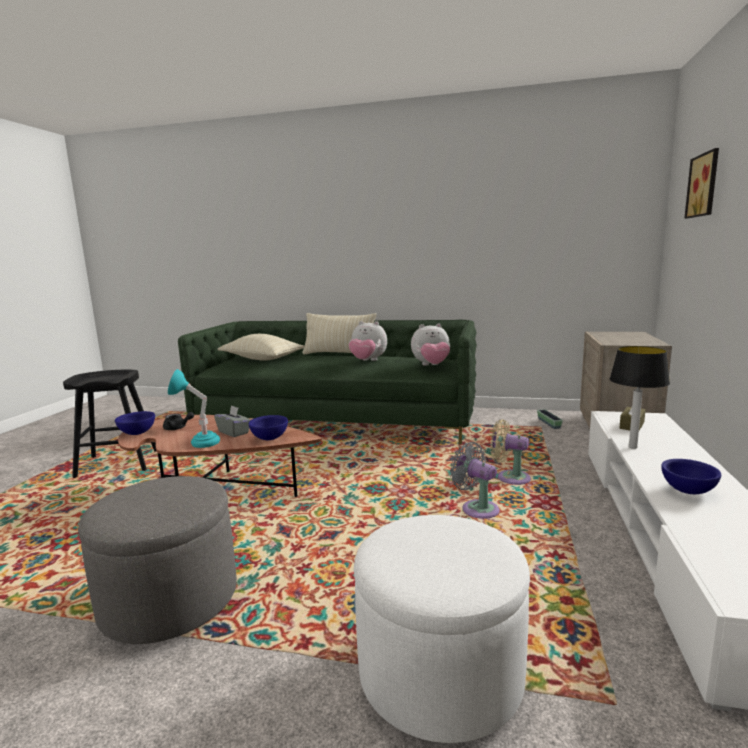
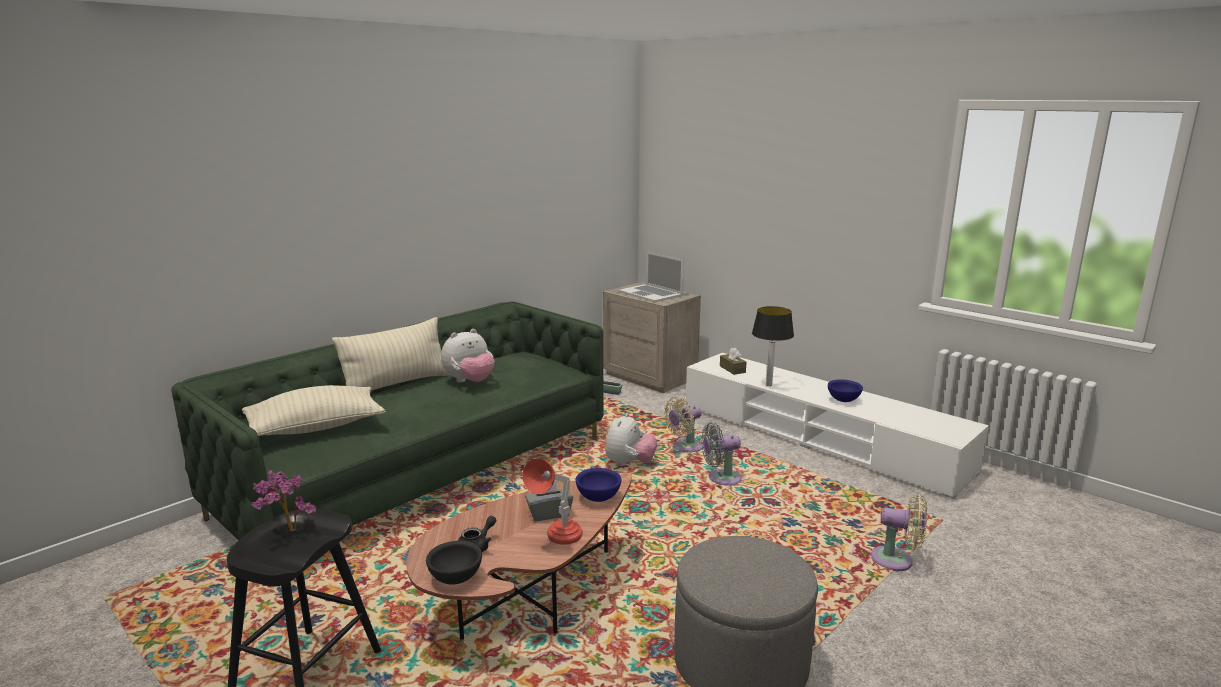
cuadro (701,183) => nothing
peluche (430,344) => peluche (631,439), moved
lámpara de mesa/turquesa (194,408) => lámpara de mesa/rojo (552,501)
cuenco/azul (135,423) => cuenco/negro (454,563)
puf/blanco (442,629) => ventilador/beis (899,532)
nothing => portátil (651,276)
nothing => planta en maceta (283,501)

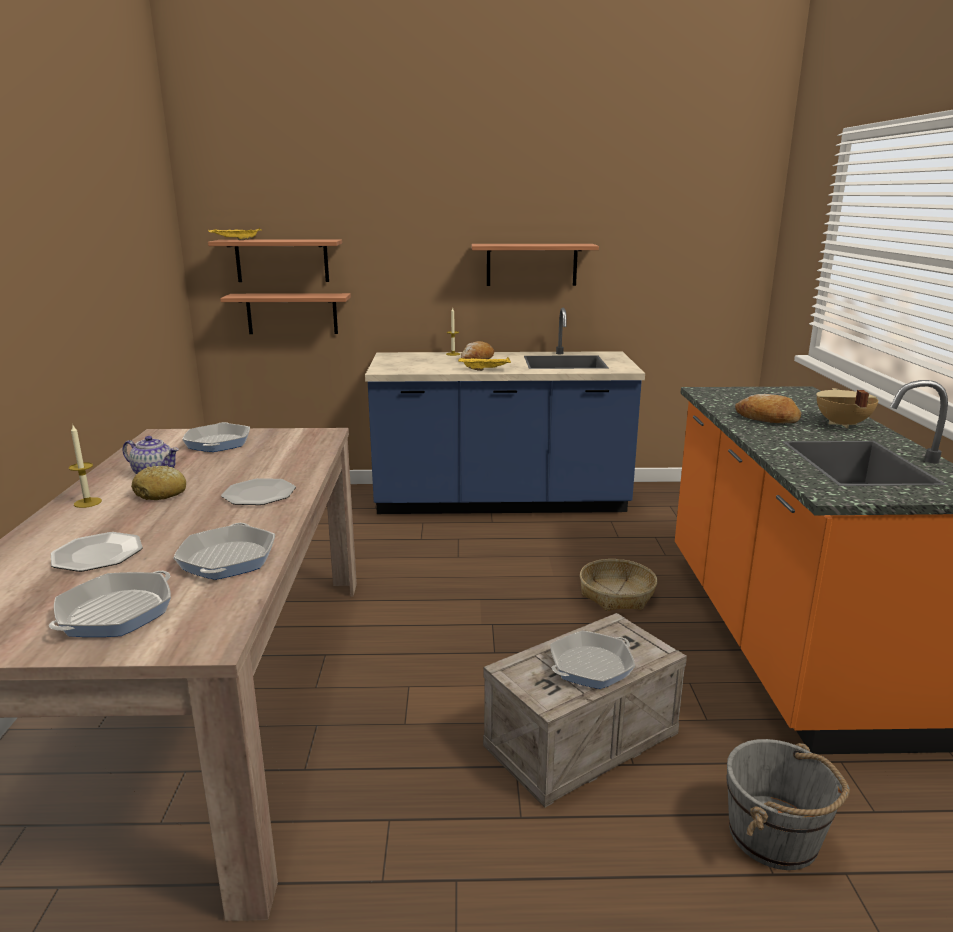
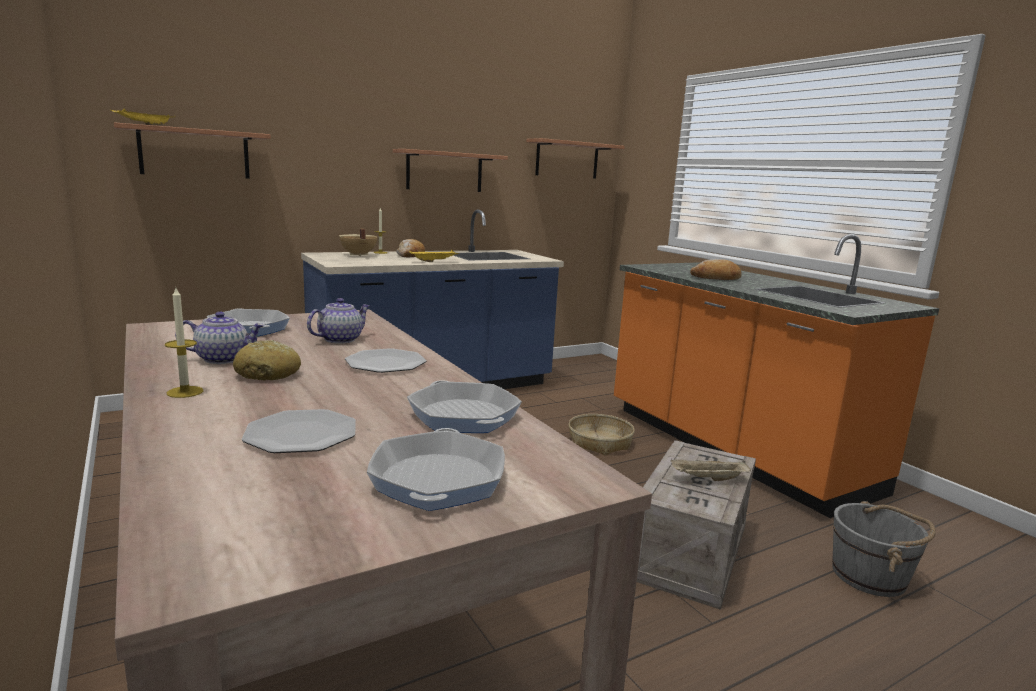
estante (285,313) => estante (575,158), moved
olla/beis (847,408) => olla/beis (358,242), moved
sartén (592,659) => bandeja/beis (711,470)
nothing => tetera (338,321)

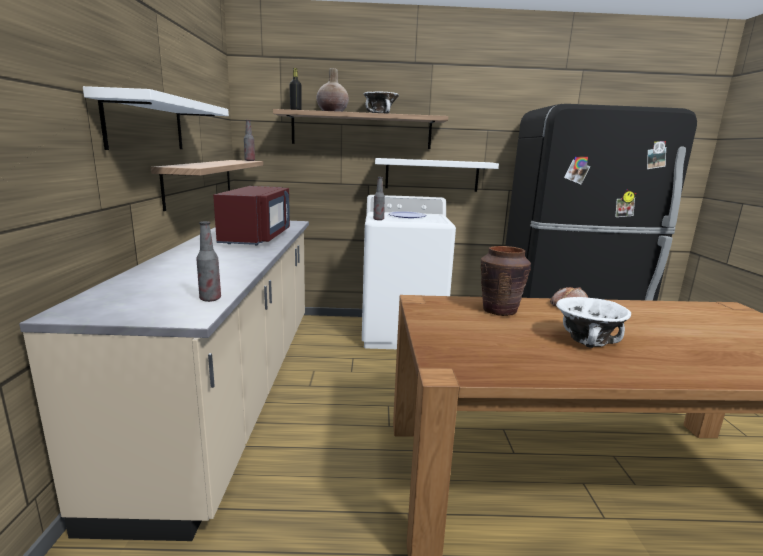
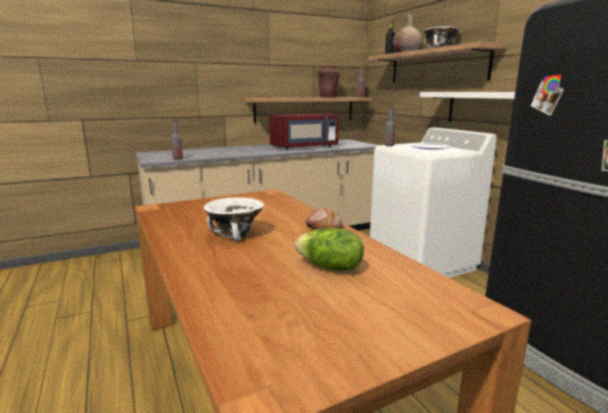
estante/blanco (156,118) => nothing
florero/marrón (506,281) => florero/marrón (329,82), moved
nothing => lechuga (329,249)

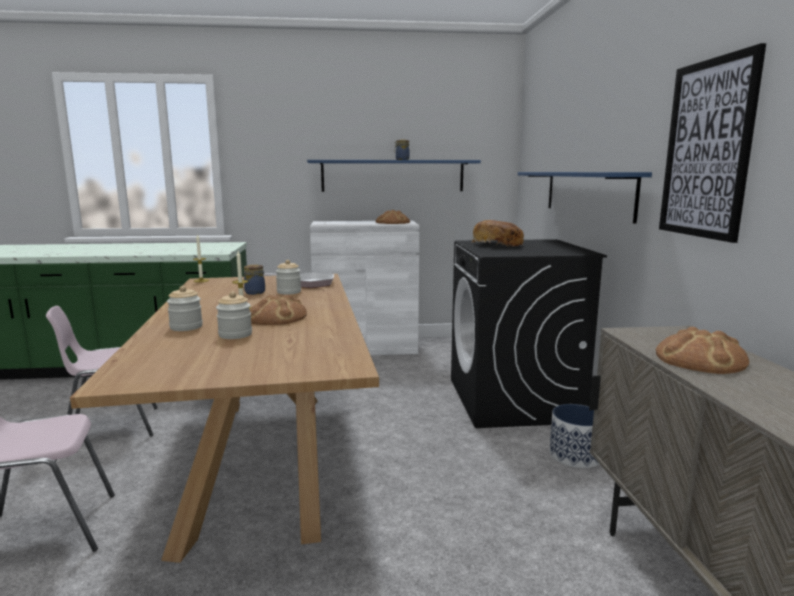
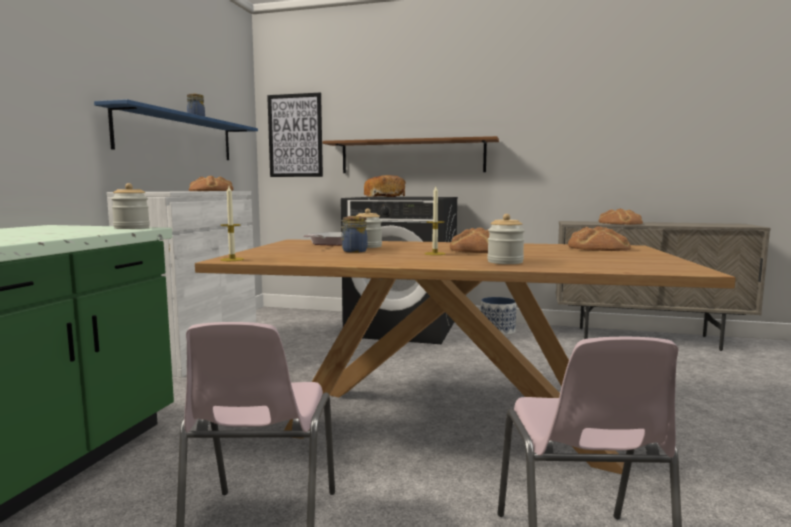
cuadro (712,143) => cuadro (295,135), moved
estante/azul (585,198) => estante/marrón (411,154)
tarro (234,315) => tarro (130,206), moved
nothing => pan (599,238)

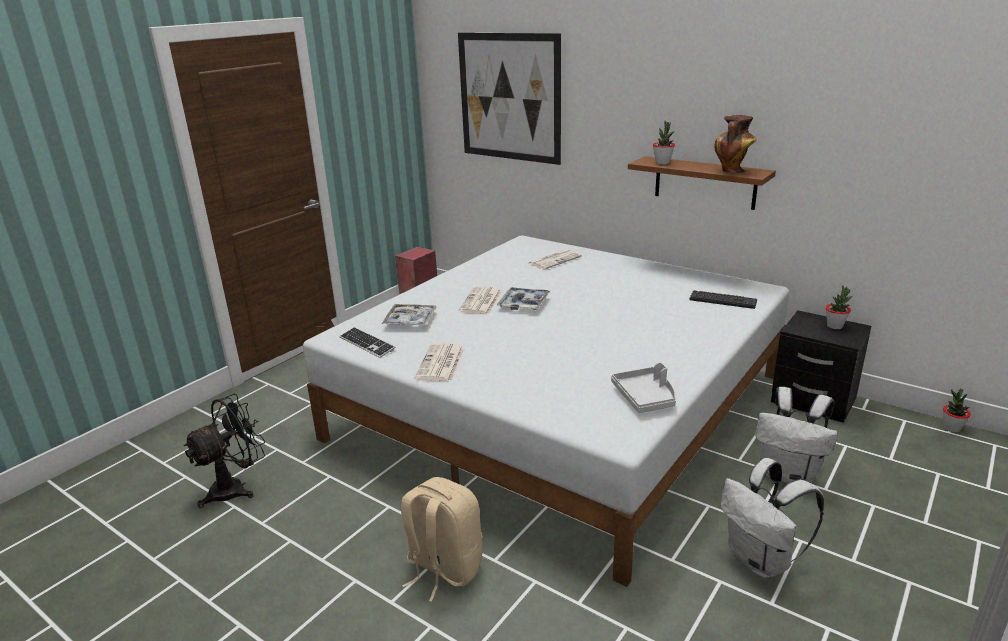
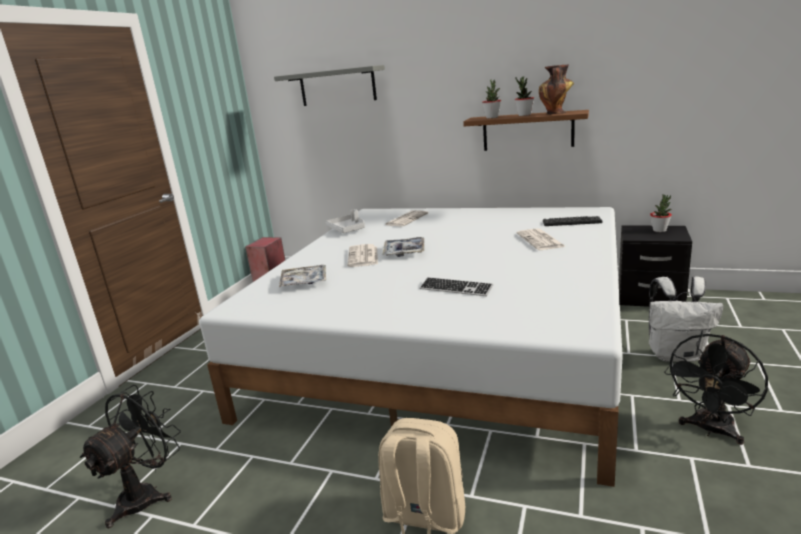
cuadro (509,99) => estante/gris (329,85)
teclado (367,342) => teclado (456,287), moved
periódico (440,362) => periódico (541,239), moved
bandeja/gris (643,387) => bandeja/gris (345,221), moved
planta en maceta (957,410) => planta en maceta (524,96), moved
mochila/blanco (772,518) => ventilador/negro (716,389)

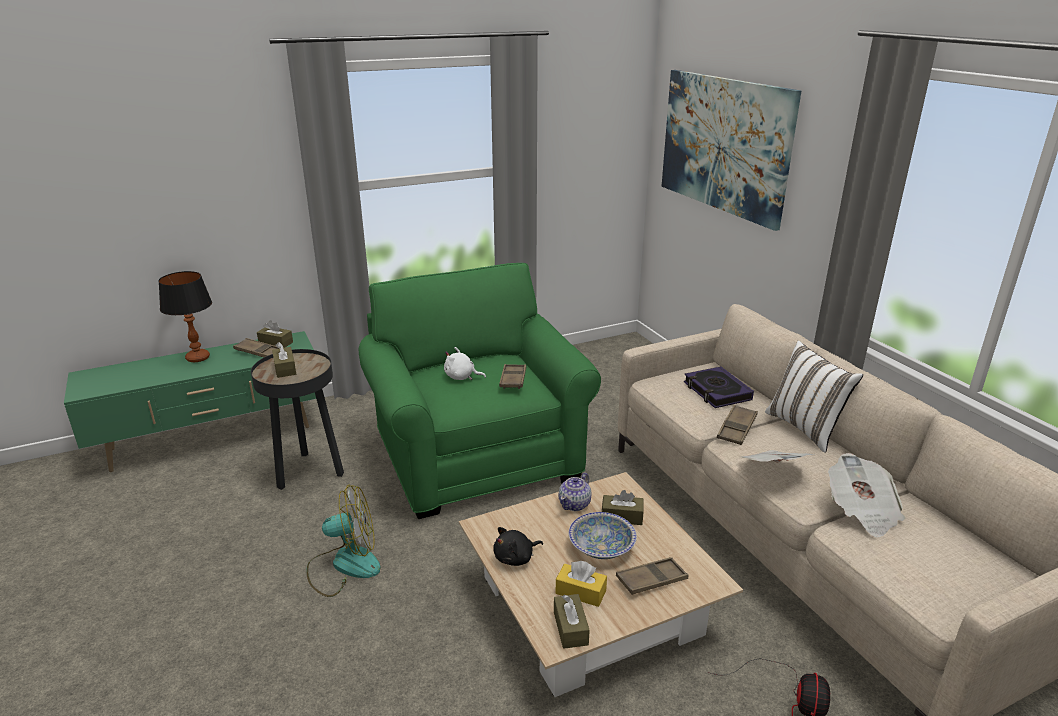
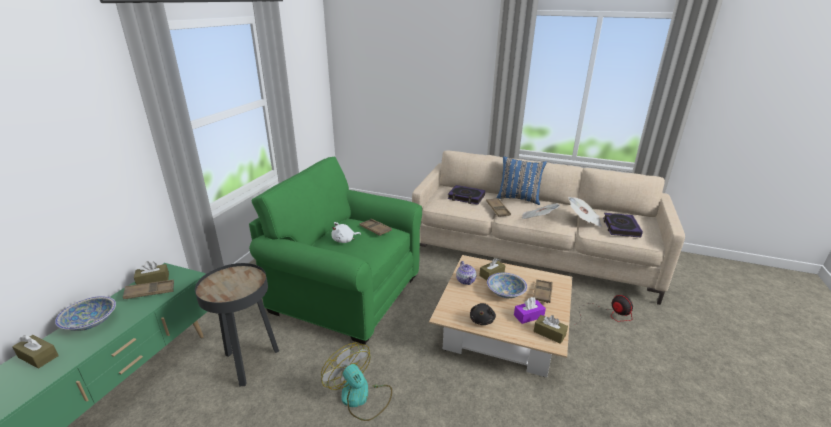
cuadro (731,150) => nothing
lámpara de mesa (185,316) => cuenco (85,313)
cojín/blanco (814,397) => cojín/azul (521,180)
caja de pañuelos/marrón (284,360) => caja de pañuelos/marrón (35,351), moved
ventilador (343,541) => ventilador (356,381), 75 degrees counterclockwise
caja de pañuelos/amarillo (581,584) => caja de pañuelos/morado (530,310)
nothing => libro (623,225)

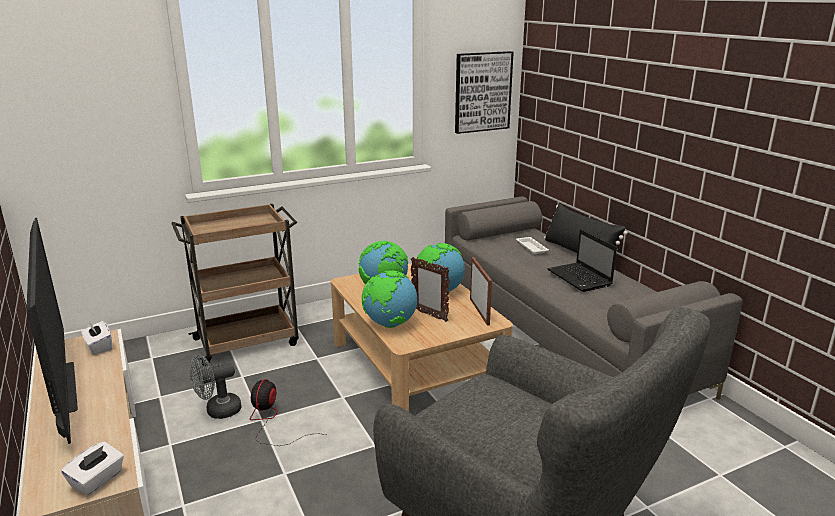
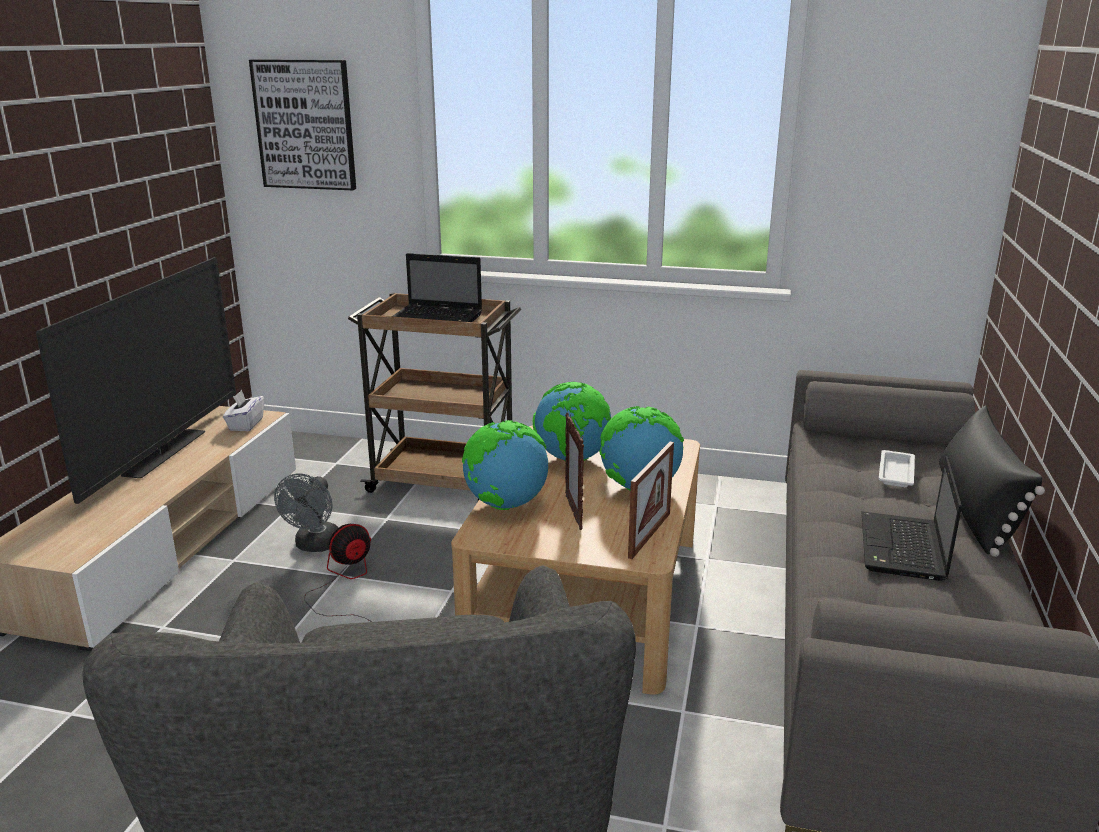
cuadro (484,92) => cuadro (302,124), moved
ventilador/gris (215,387) => ventilador/gris (306,513), 90 degrees counterclockwise
caja de pañuelos/blanco (92,468) => nothing
nothing => portátil (437,287)

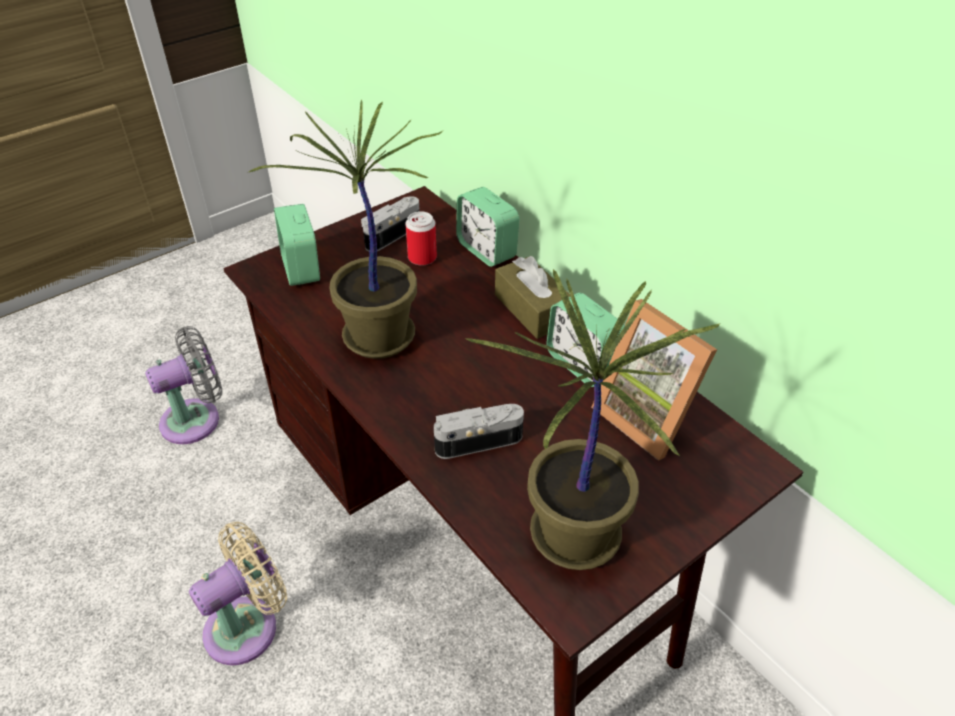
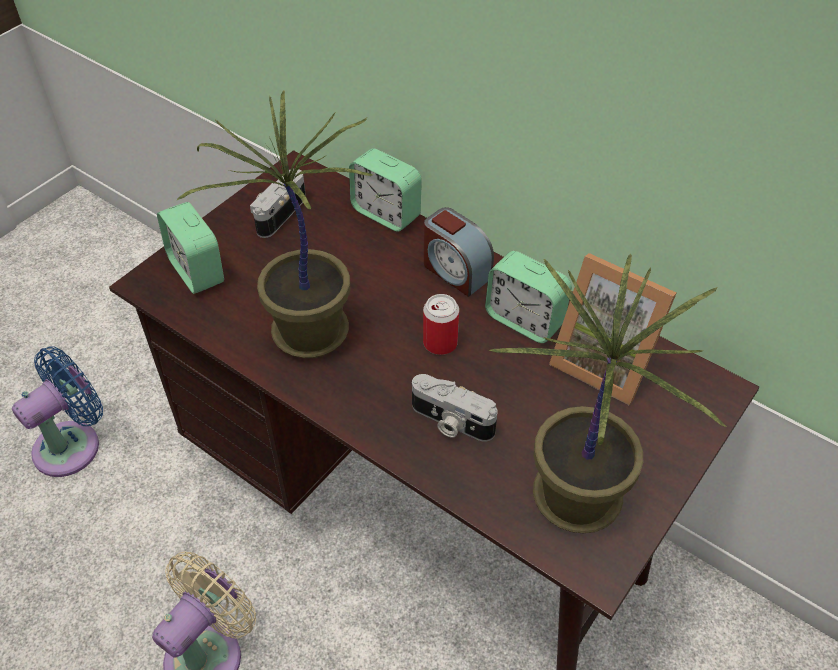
lata (421,238) => lata (441,324), moved
caja de pañuelos/marrón (532,297) => despertador (459,252)
ventilador/gris (184,385) => ventilador/azul (57,411)
cámara (479,431) => cámara (455,408), 120 degrees counterclockwise

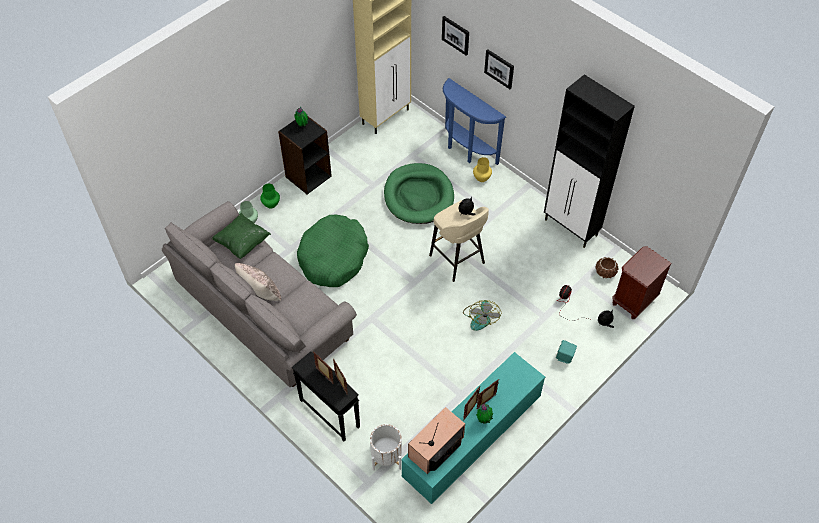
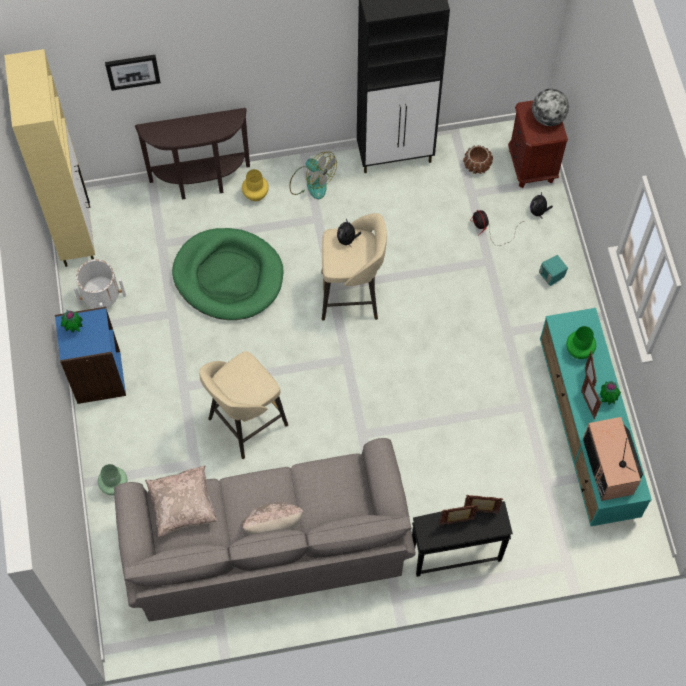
cuadro (499,69) => nothing
mesa consola/azul (474,121) => mesa consola/marrón (192,153)
estantería/negro (305,155) => estantería/azul (90,355)
florero/verde (270,195) => florero/verde (581,342), moved
cojín/verde (241,236) => cojín/beis (181,501)
cama para perro/verde (333,251) => taburete/beis (243,405)
ventilador (482,315) => ventilador (313,175), moved
maceta/blanco (386,447) => maceta/blanco (100,283), moved
nothing => globo terráqueo (550,107)

